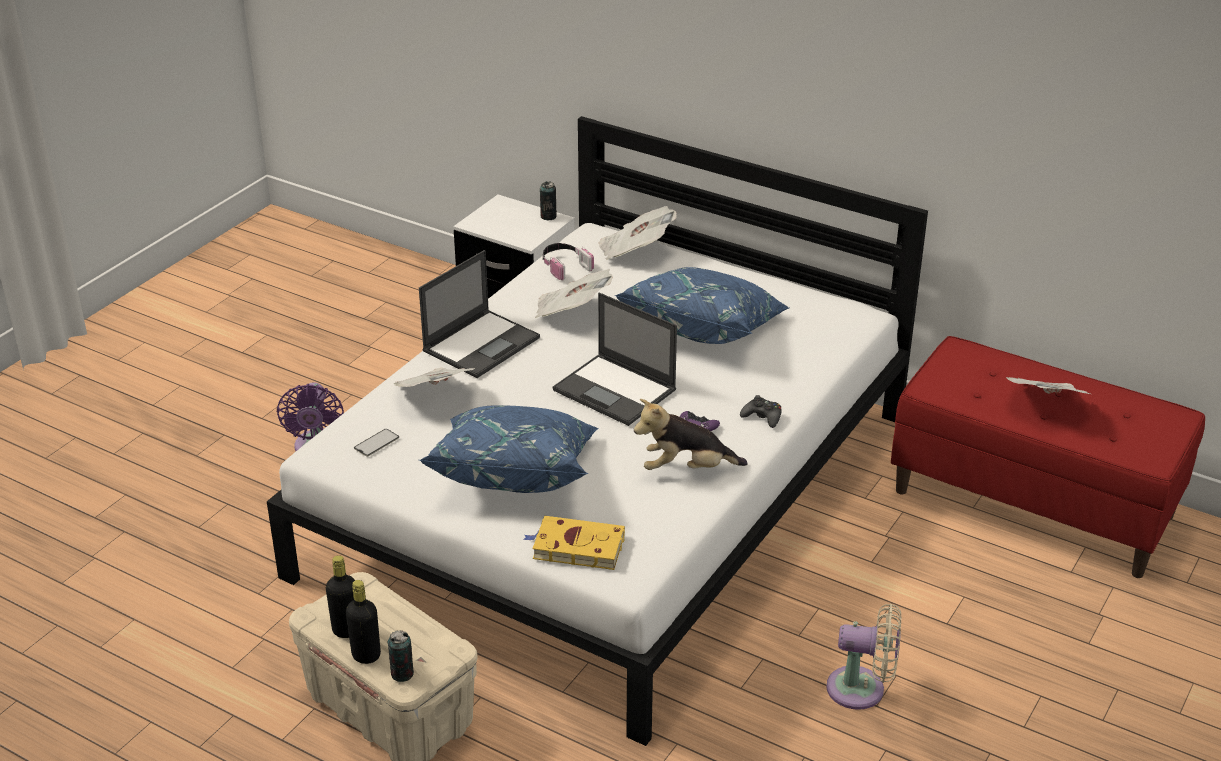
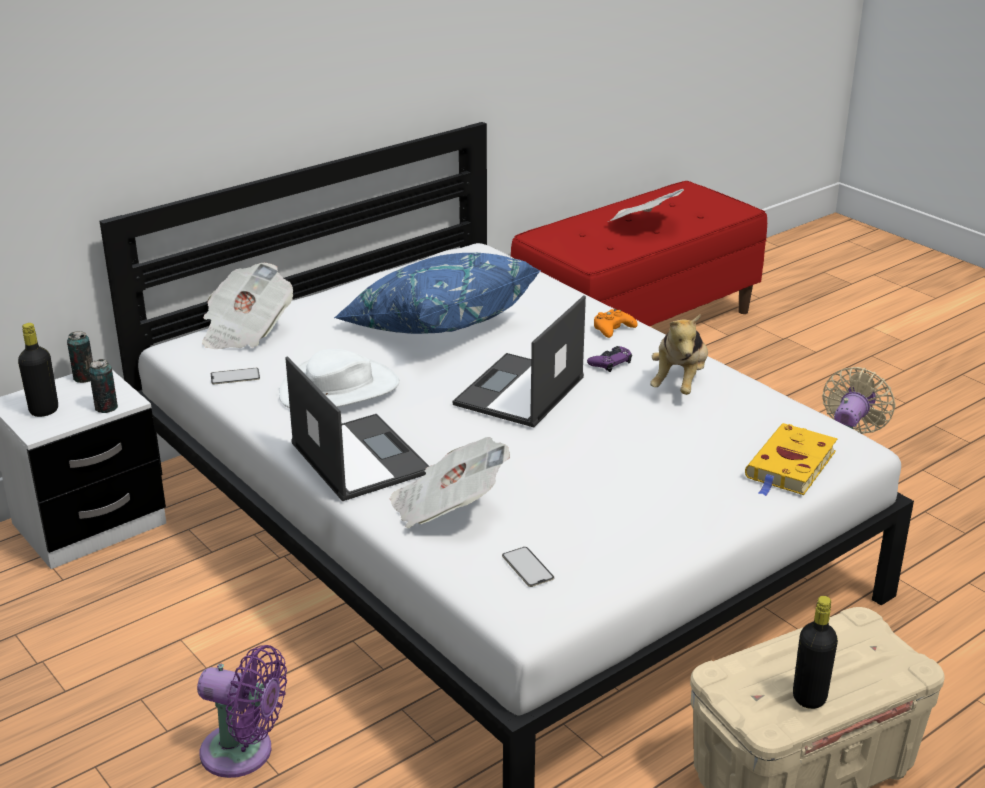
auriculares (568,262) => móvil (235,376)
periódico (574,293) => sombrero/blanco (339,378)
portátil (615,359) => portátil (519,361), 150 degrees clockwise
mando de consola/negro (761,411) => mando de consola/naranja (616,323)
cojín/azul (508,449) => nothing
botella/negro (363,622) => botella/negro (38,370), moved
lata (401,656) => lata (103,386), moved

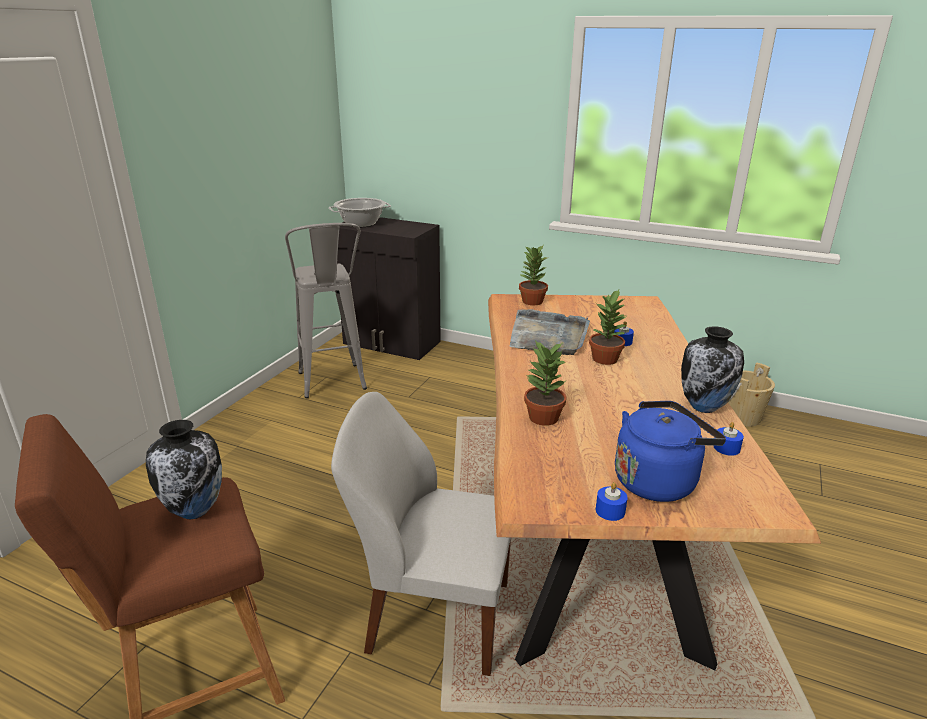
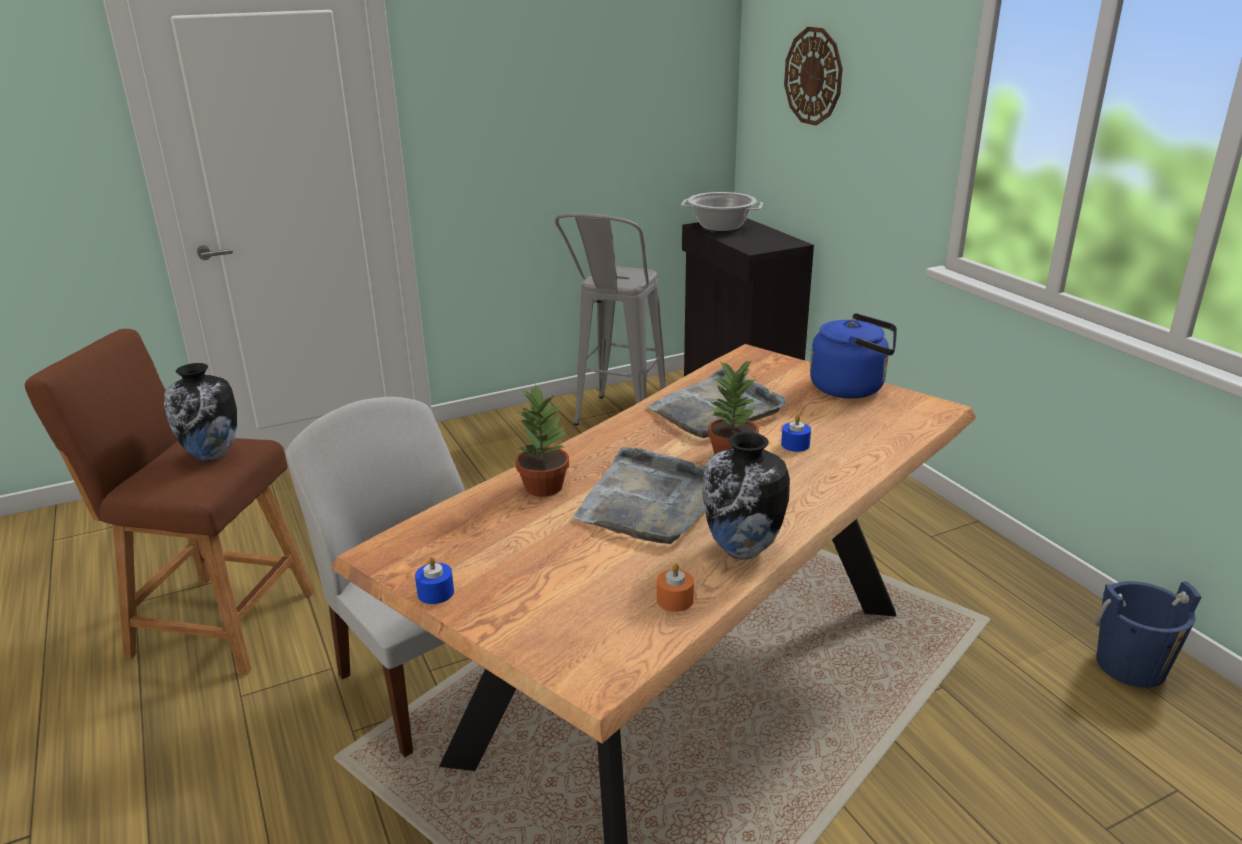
planta en maceta (534,275) => nothing
cubo/beis (751,394) => cubo/azul (1148,634)
hervidor/azul (670,451) => hervidor/azul (853,356), moved
vela/azul (729,439) => vela/naranja (675,587)
nothing => reloj de pared (813,76)
nothing => bandeja/gris (639,495)

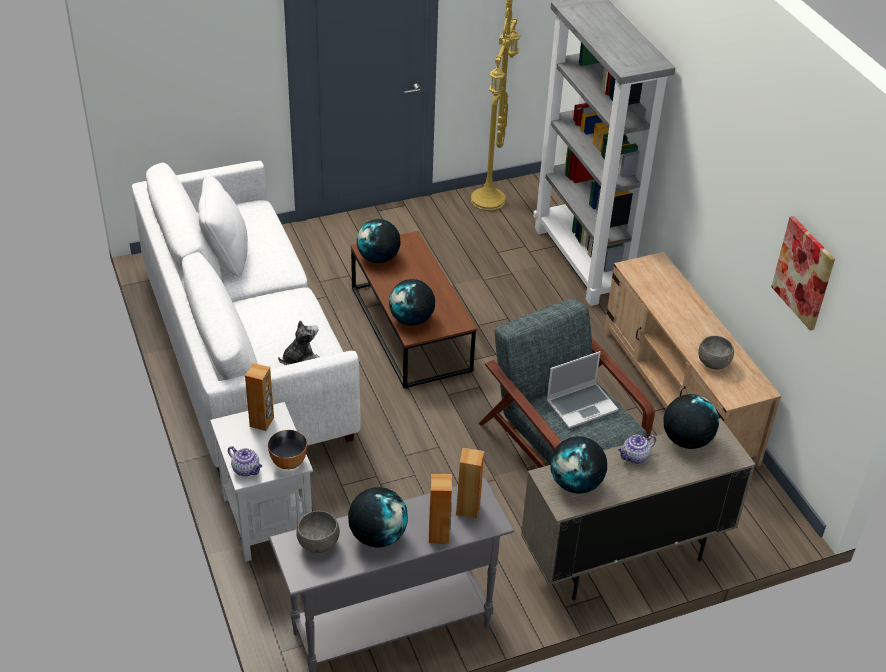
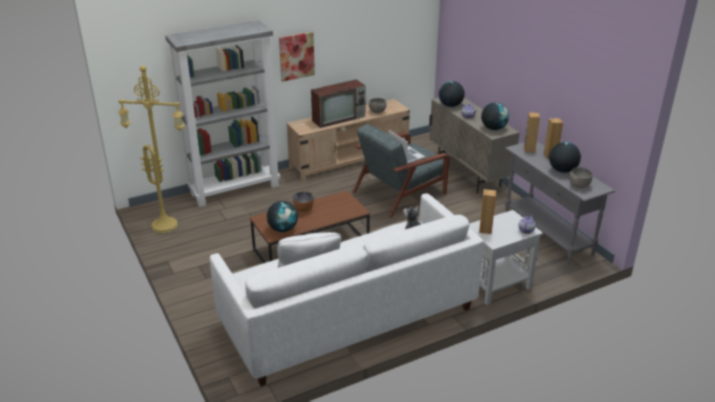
cuadro (803,273) => cuadro (297,57), moved
globo terráqueo (412,302) => nothing
cuenco (287,450) => cuenco (303,202), moved
nothing => televisor (338,103)

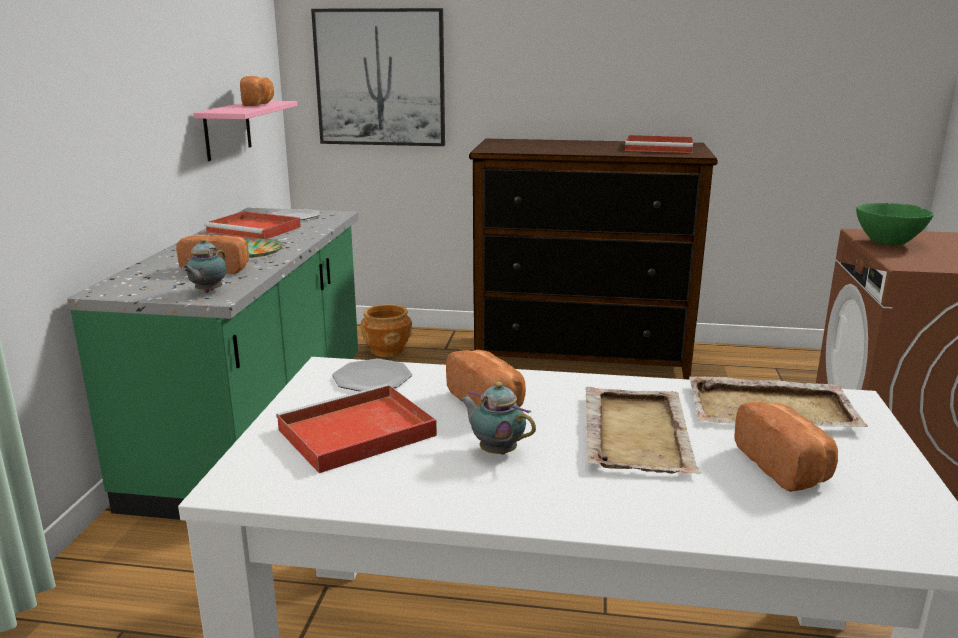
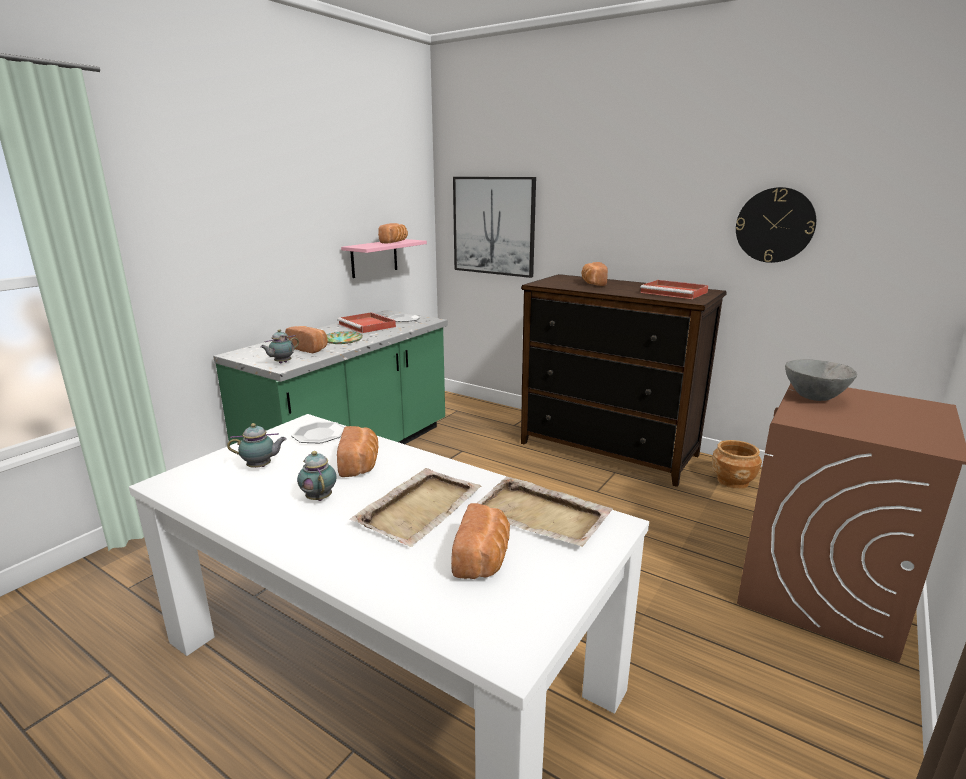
cuenco/verde (895,224) => cuenco/gris (821,380)
maceta/marrón (386,330) => maceta/marrón (737,464), moved
bandeja/rojo (356,428) => tetera (257,445)
nothing => reloj de pared (776,225)
nothing => pan (594,274)

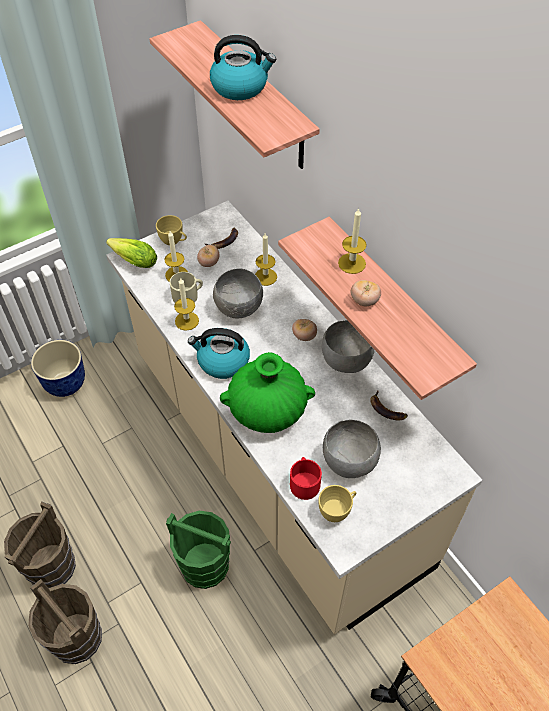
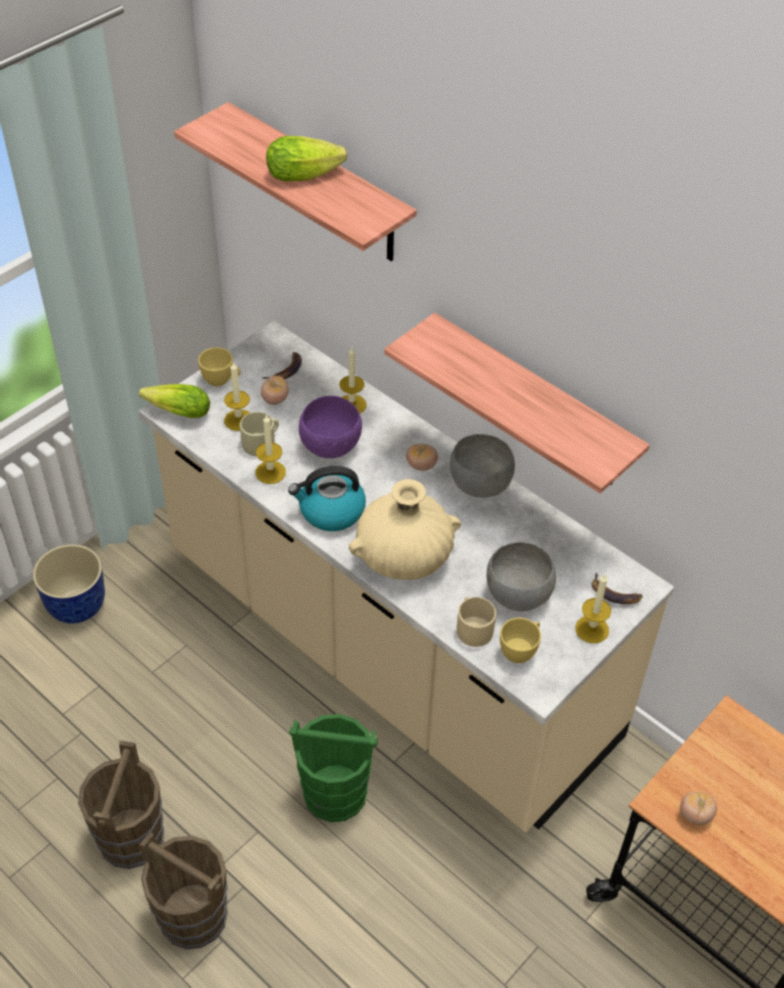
hervidor (243,67) => lechuga (306,158)
vela (352,241) => vela (593,608), moved
cuenco/gris (238,293) => cuenco/morado (330,427)
tomate (365,293) => tomate (698,808), moved
florero/verde (267,392) => florero/beis (405,529)
plátano (389,405) => plátano (616,588), moved
taza grande/rojo (306,478) => taza grande/beis (476,622)

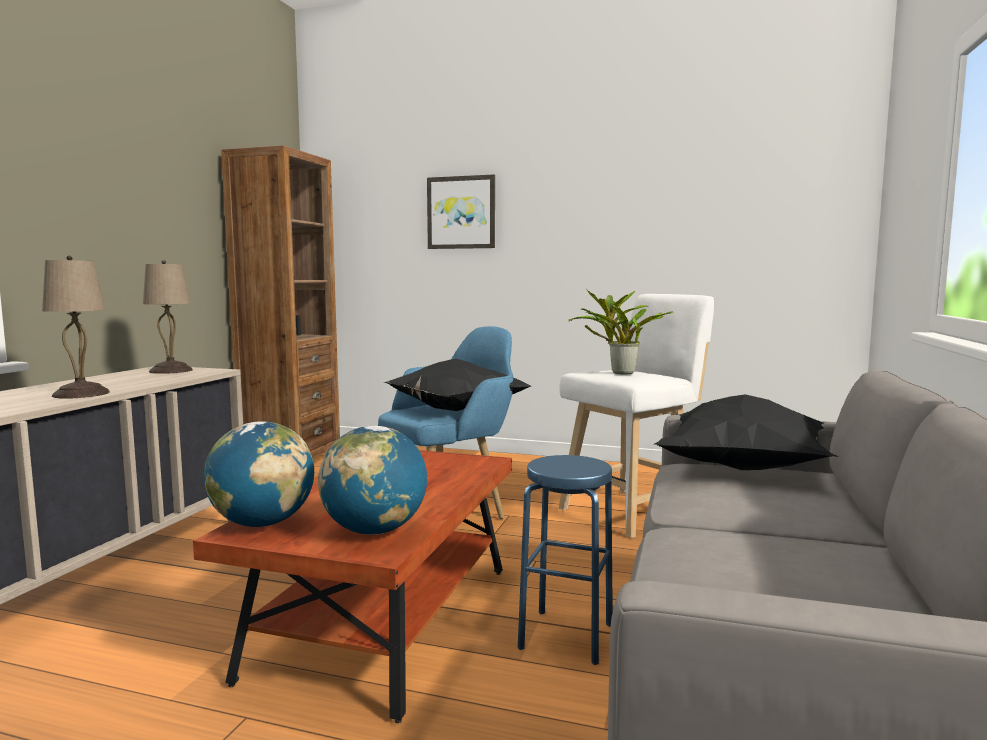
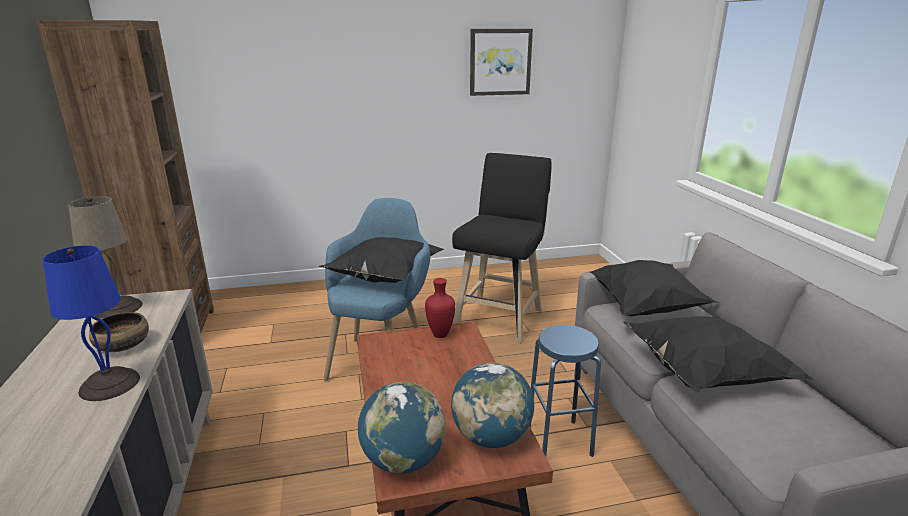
cuadro (461,211) => cuadro (501,62), moved
lámpara de mesa/beis (76,327) => lámpara de mesa/azul (91,323)
planta en maceta (620,331) => nothing
taburete/blanco (636,416) => taburete/negro (502,248)
nothing => florero/rojo (440,308)
nothing => cuenco (119,332)
nothing => cojín/negro (718,354)

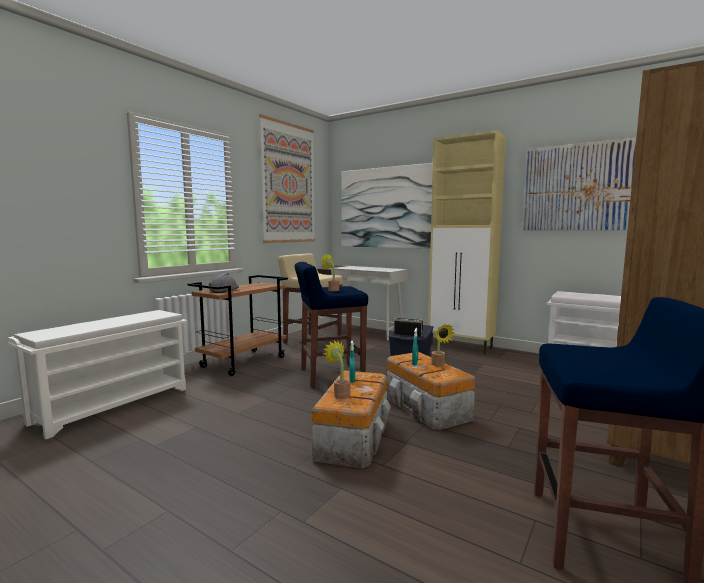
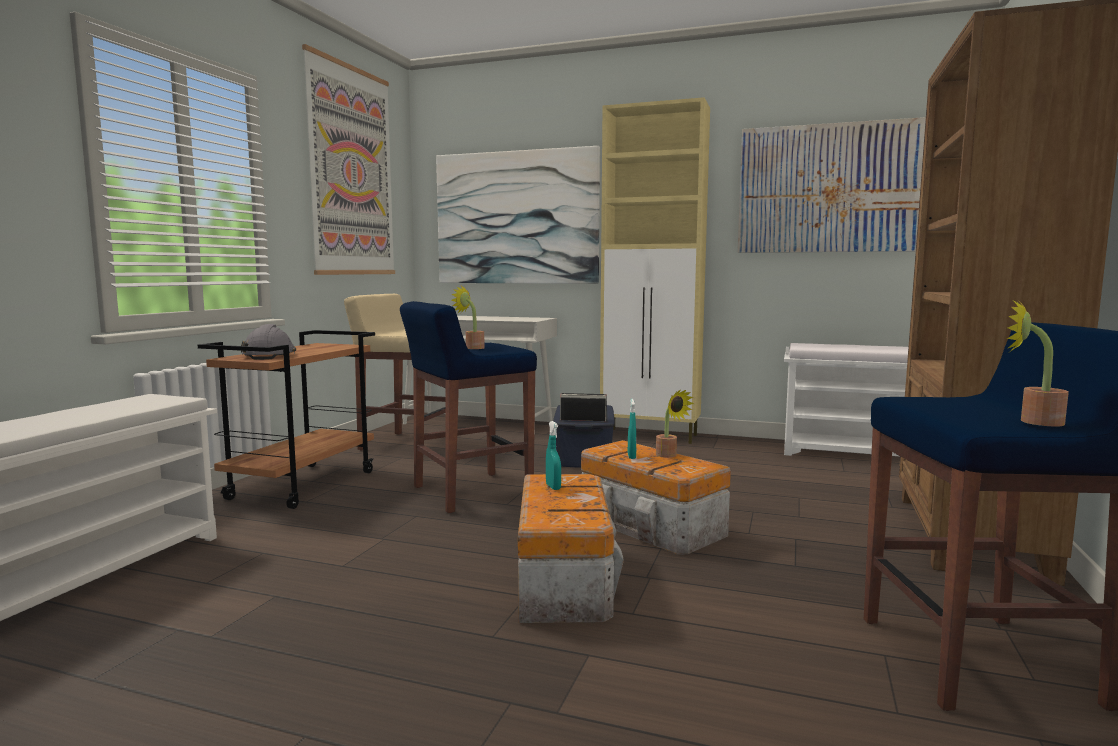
planta en maceta (336,369) => planta en maceta (1038,363), moved

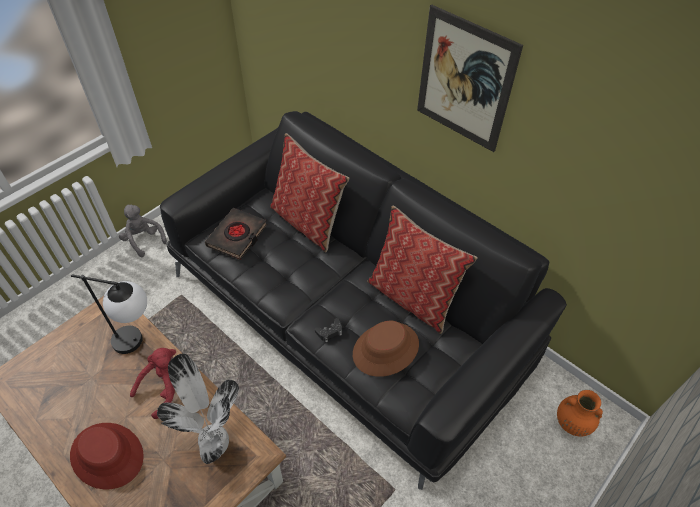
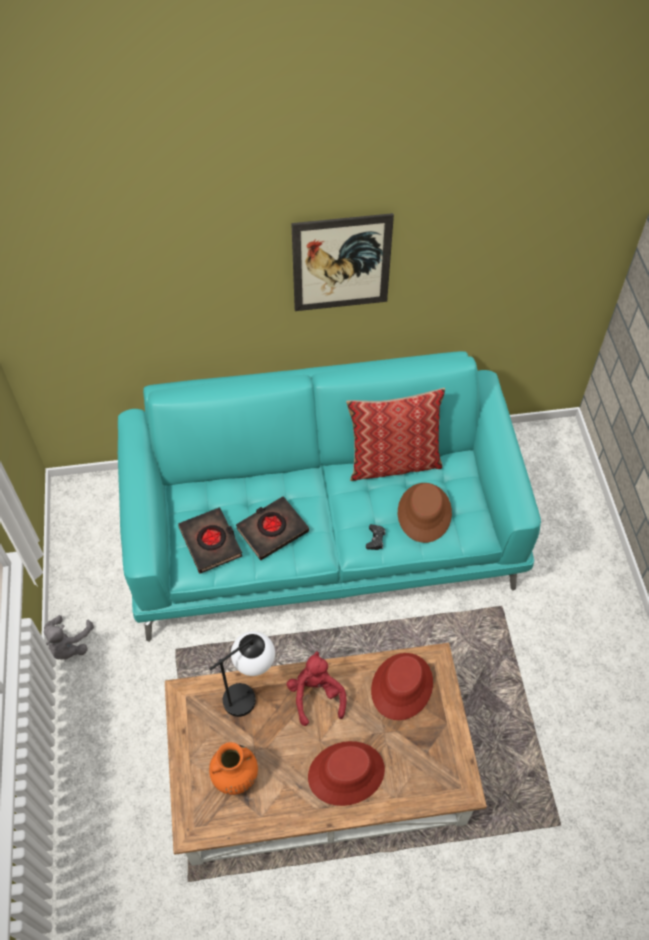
sofá/negro (363,300) => sofá/turquesa (329,496)
cojín (310,192) => nothing
peluche/gris (143,230) => peluche/gris (69,637), 75 degrees counterclockwise
planta en maceta (198,408) => sombrero/rojo (402,686)
florero/naranja (580,413) => florero/naranja (233,768), moved
nothing => libro/negro (272,528)

